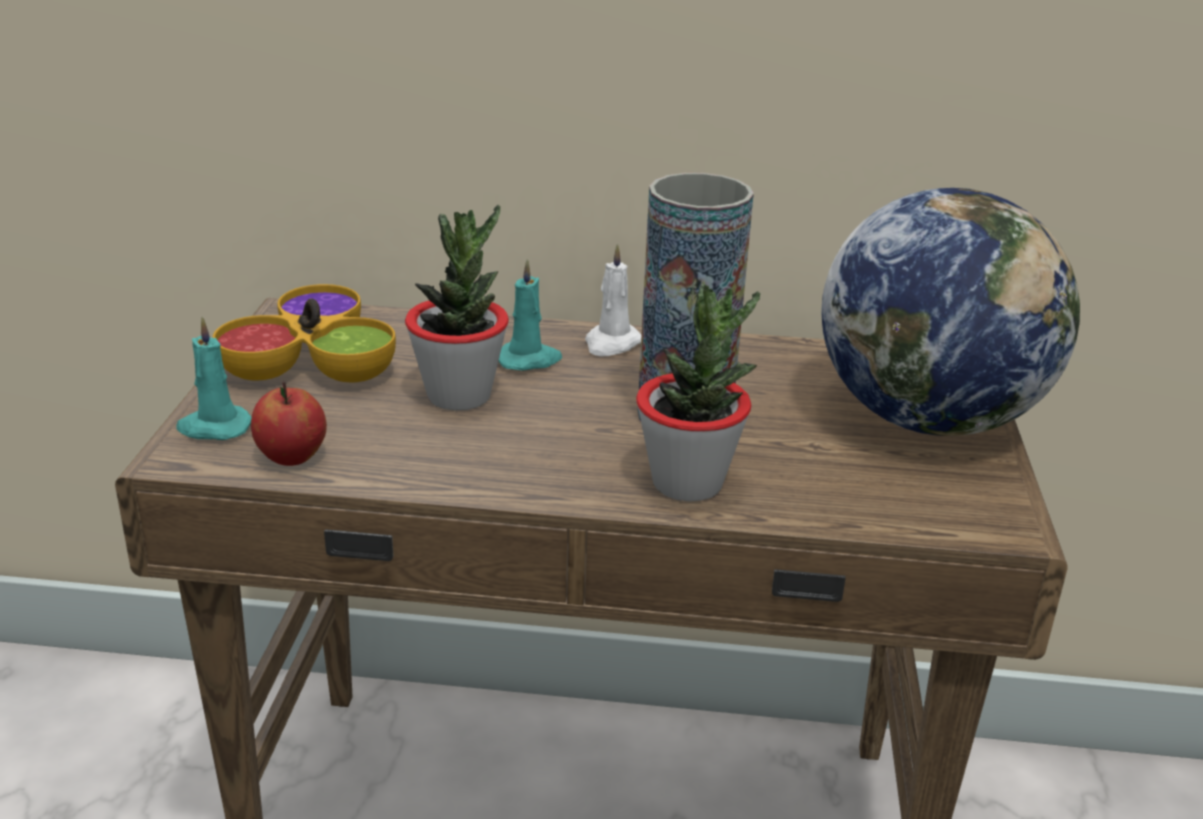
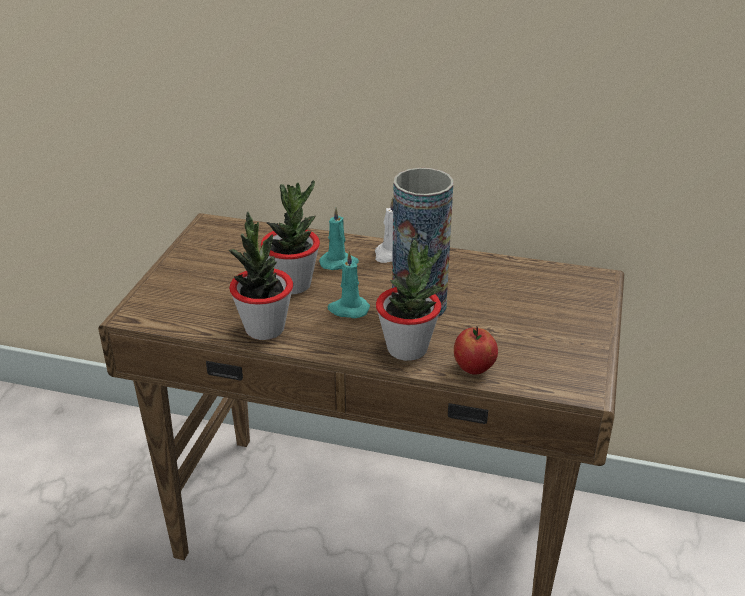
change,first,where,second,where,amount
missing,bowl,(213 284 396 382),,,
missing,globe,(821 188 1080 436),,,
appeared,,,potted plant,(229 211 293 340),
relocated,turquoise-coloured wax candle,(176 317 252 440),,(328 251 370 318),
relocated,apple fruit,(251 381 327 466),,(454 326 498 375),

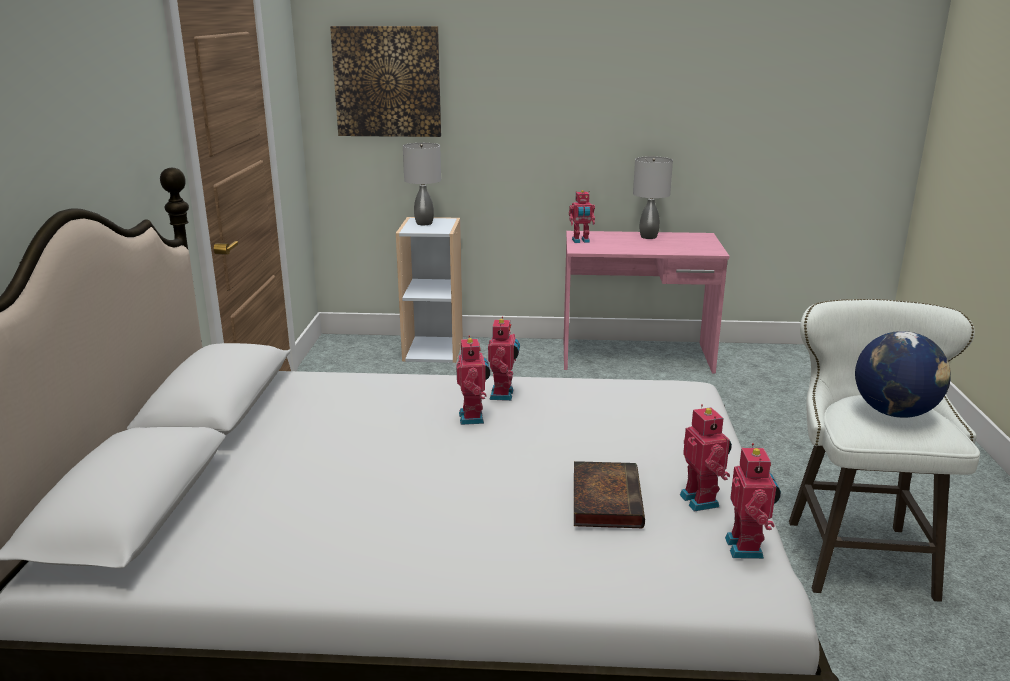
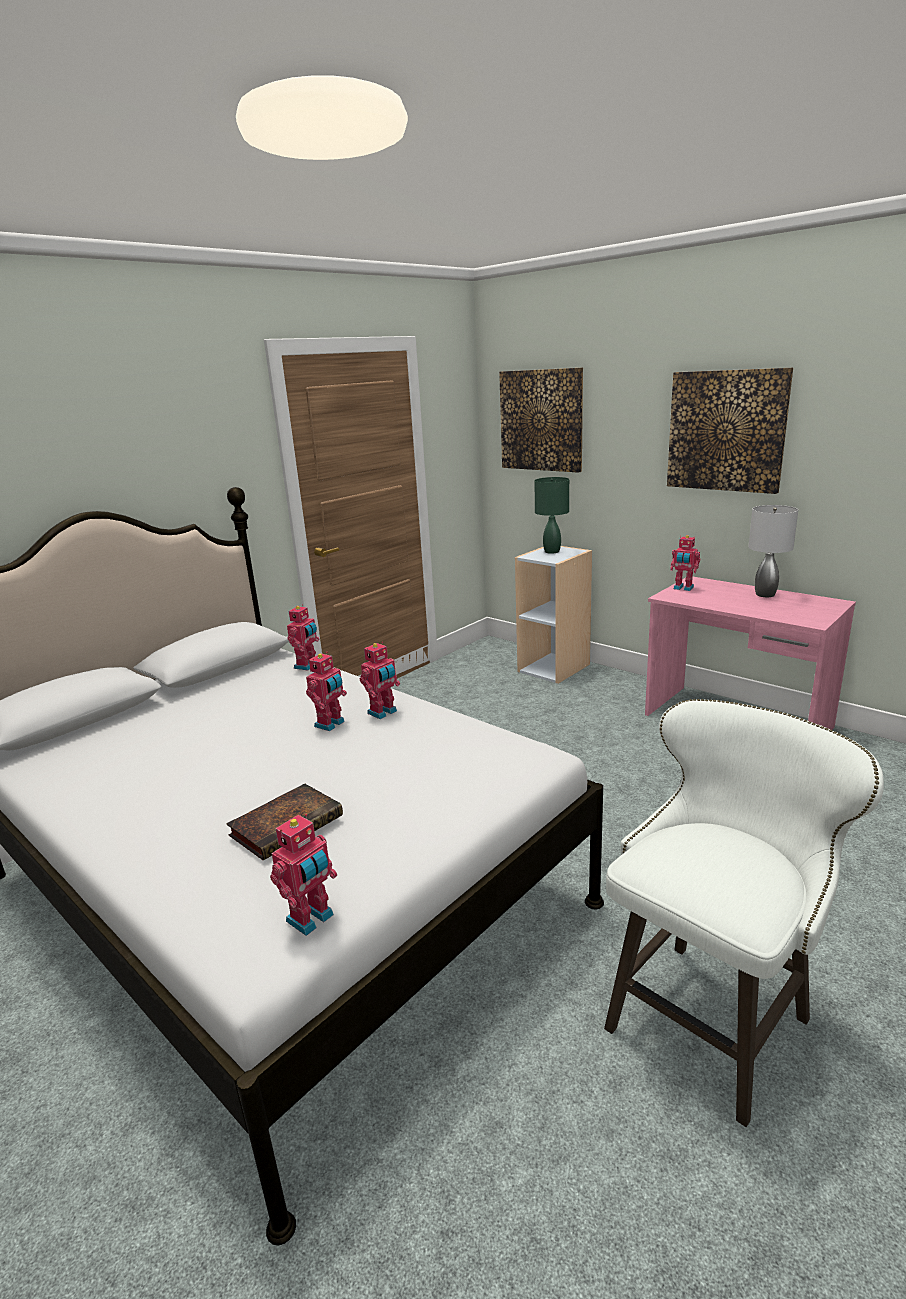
change,first,where,second,where,amount
missing,globe,(855 331 951 418),,,
appeared,,,wall picture,(667 368 793 494),
relocated,robot figure,(680 404 732 512),,(287 604 320 670),
colour,greyish tabletop lamp,(403 143 441 225),greenish tabletop lamp,(534 477 569 554),

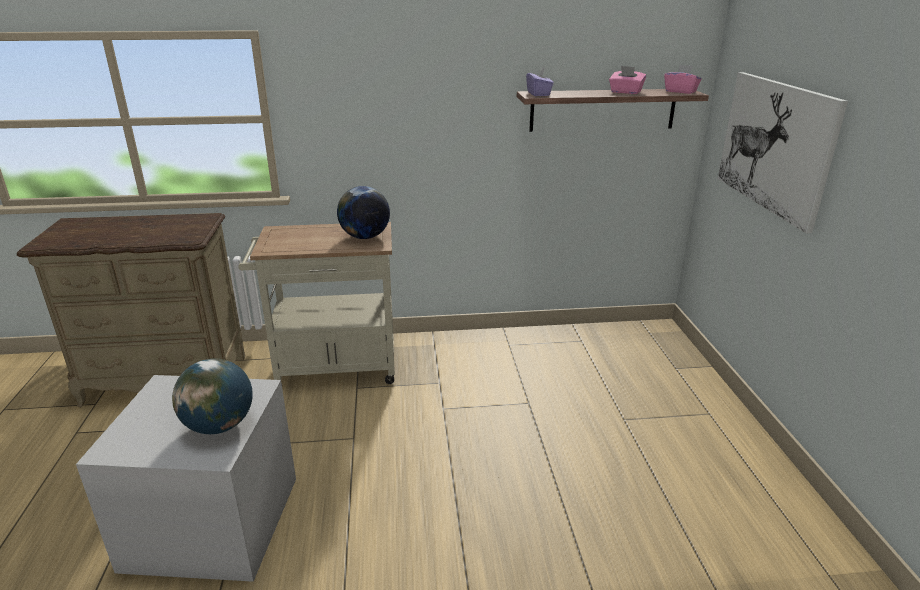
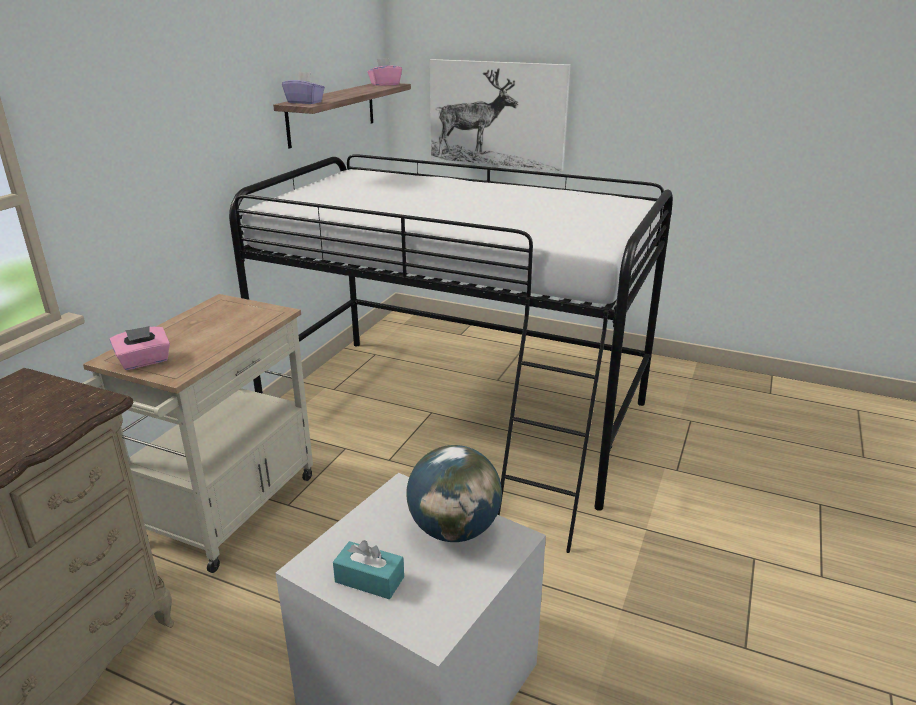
change,first,where,second,where,amount
missing,globe,(337 186 390 239),,,
appeared,,,black-coloured bed,(229 154 673 553),
appeared,,,turquoise-coloured box of tissues,(333 540 404 599),
relocated,pink-coloured box of tissues,(609 66 646 94),,(110 326 170 370),

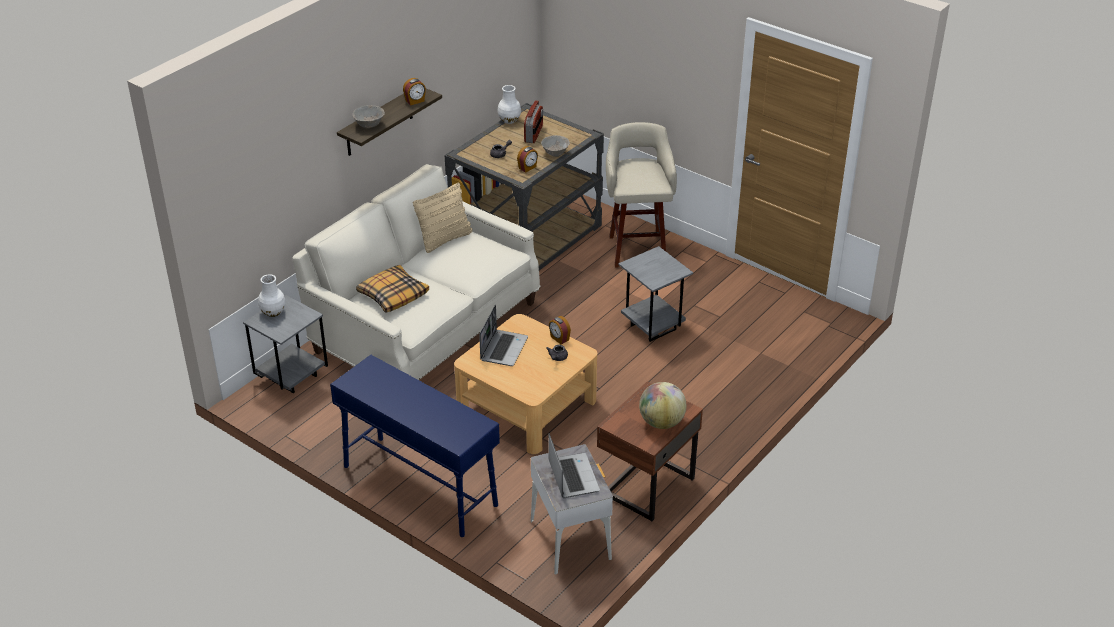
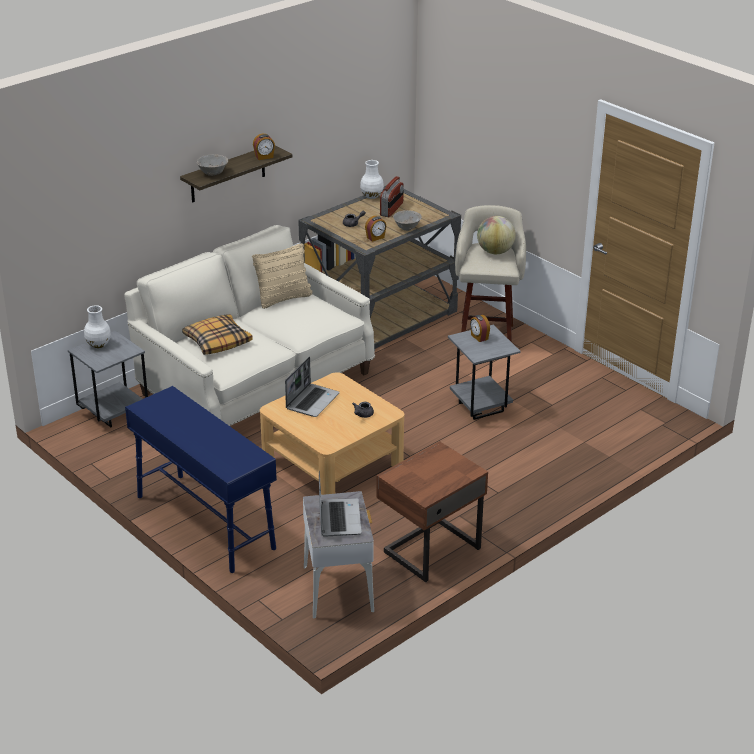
change,first,where,second,where,amount
relocated,table clock,(549 316 571 344),,(470 315 490 342),
relocated,globe,(639 382 687 429),,(477 216 516 254),

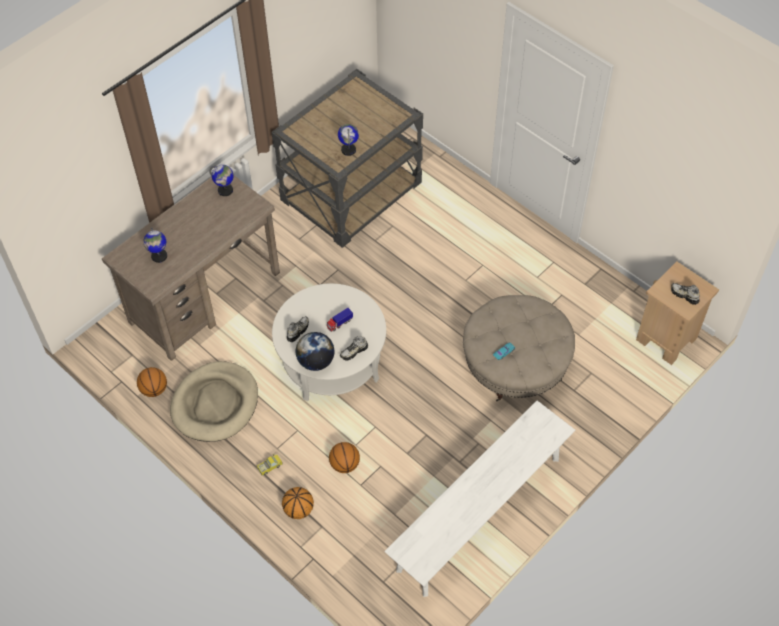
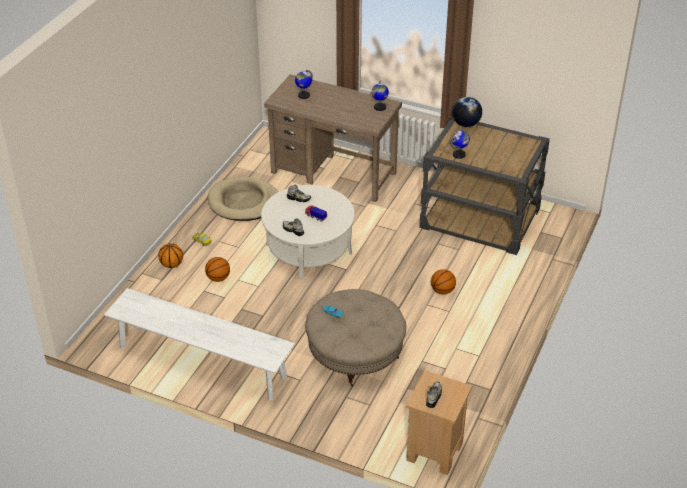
change,first,where,second,where,amount
relocated,basketball ball,(137 367 167 397),,(431 269 456 295),
relocated,globe,(296 332 334 371),,(452 97 482 127),

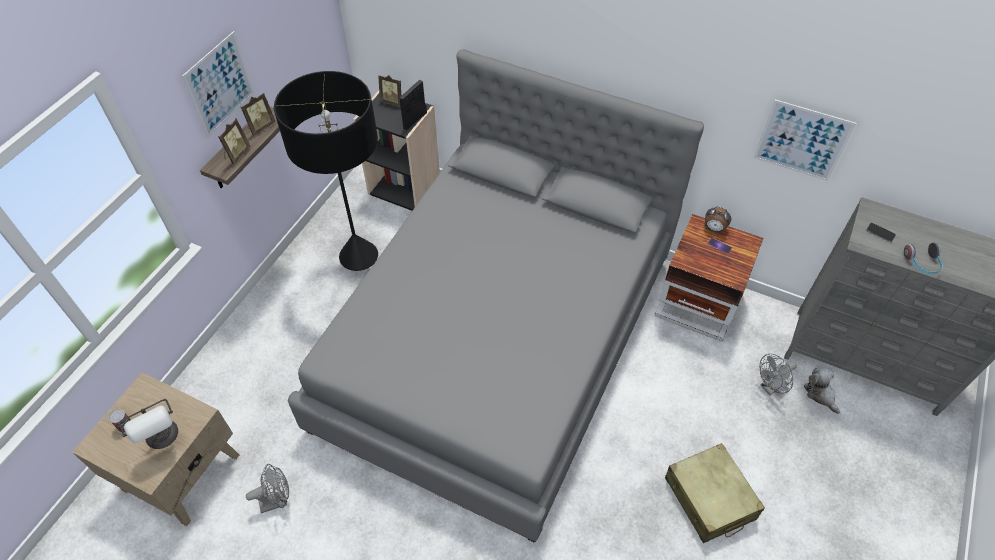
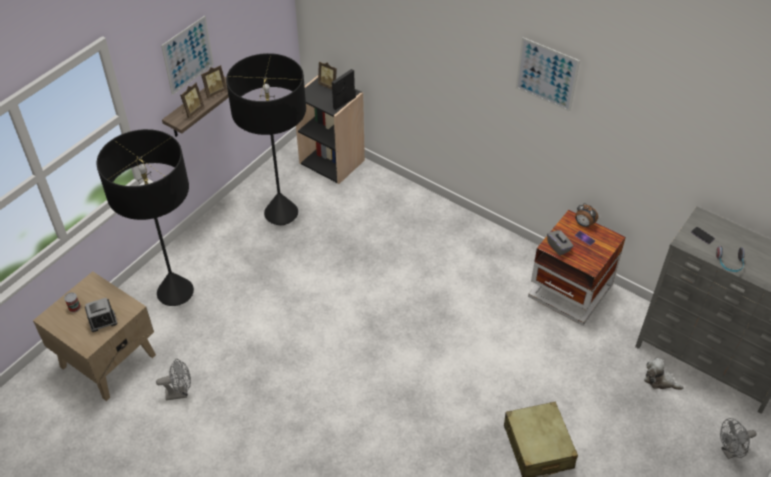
change,first,where,second,where,amount
missing,greyish bed,(288 49 704 543),,,
appeared,,,black-coloured standard lamp,(96 129 194 306),
appeared,,,greyish box of tissues,(547 230 573 256),
relocated,wall picture,(753 100 856 181),,(516 37 580 112),
relocated,greyish electric fan,(760 354 797 395),,(720 418 757 459),
exchanged,tabletop lamp,(119 399 178 449),table clock,(85 298 118 332),
spun,plush toy,(804 368 840 414),,(644 358 684 390),45 degrees counterclockwise

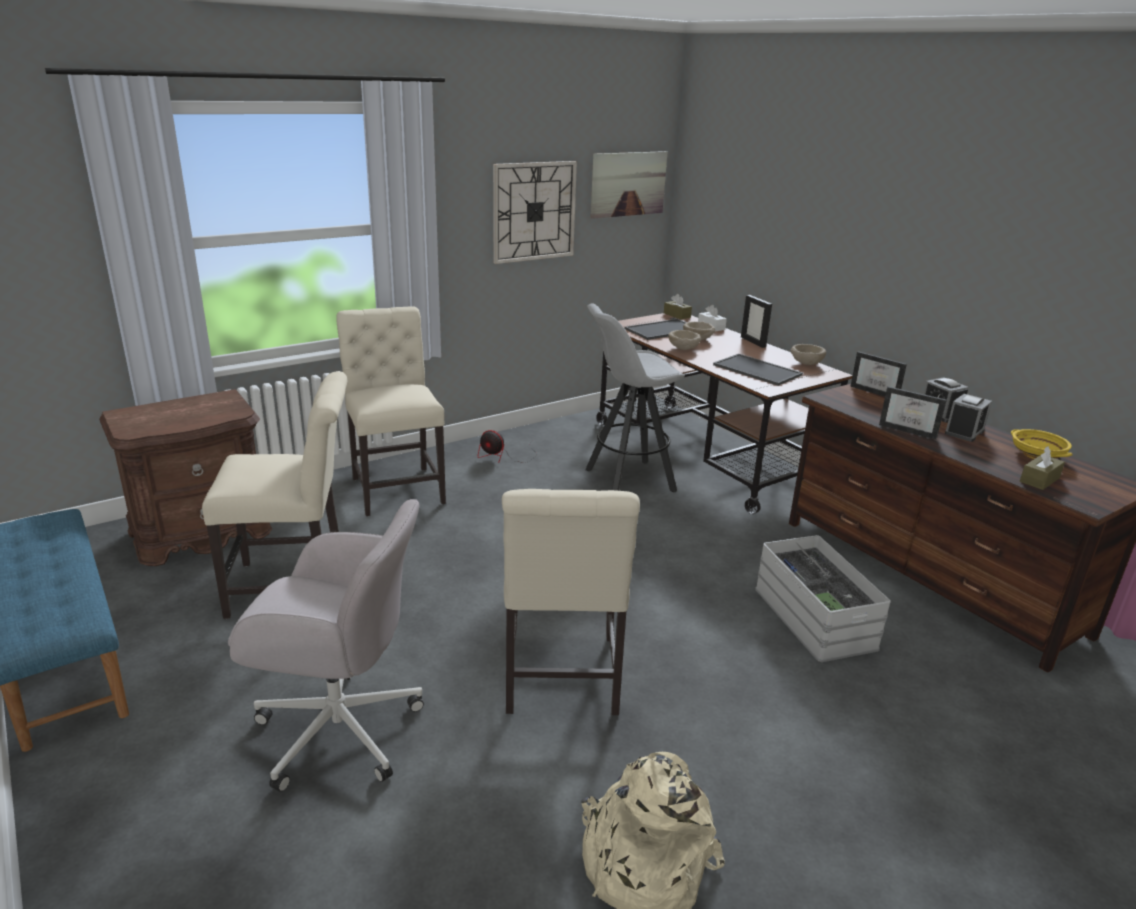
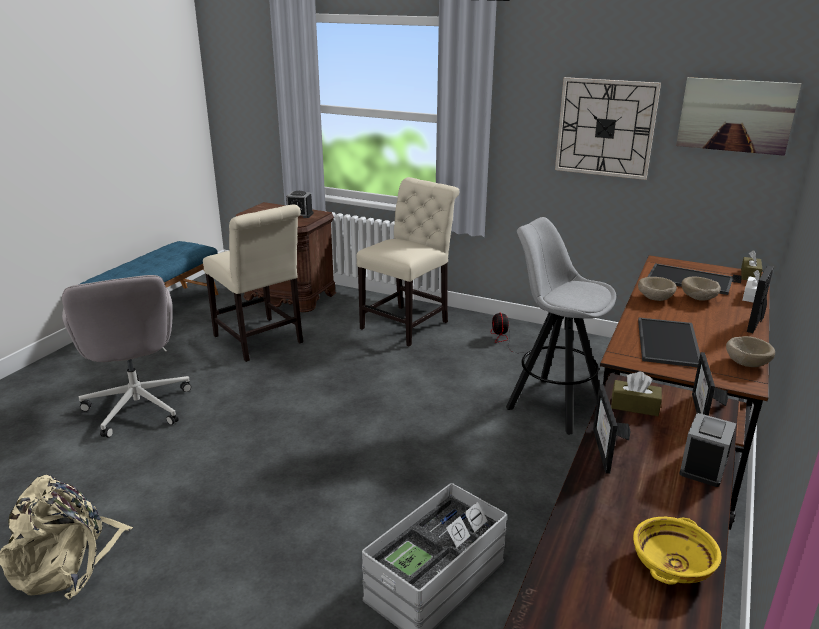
change,first,where,second,where,amount
missing,beige-coloured plain chair,(502 489 640 715),,,
relocated,table clock,(945 394 992 442),,(286 191 313 218),
relocated,brownish box of tissues,(1020 446 1065 490),,(611 372 662 416),

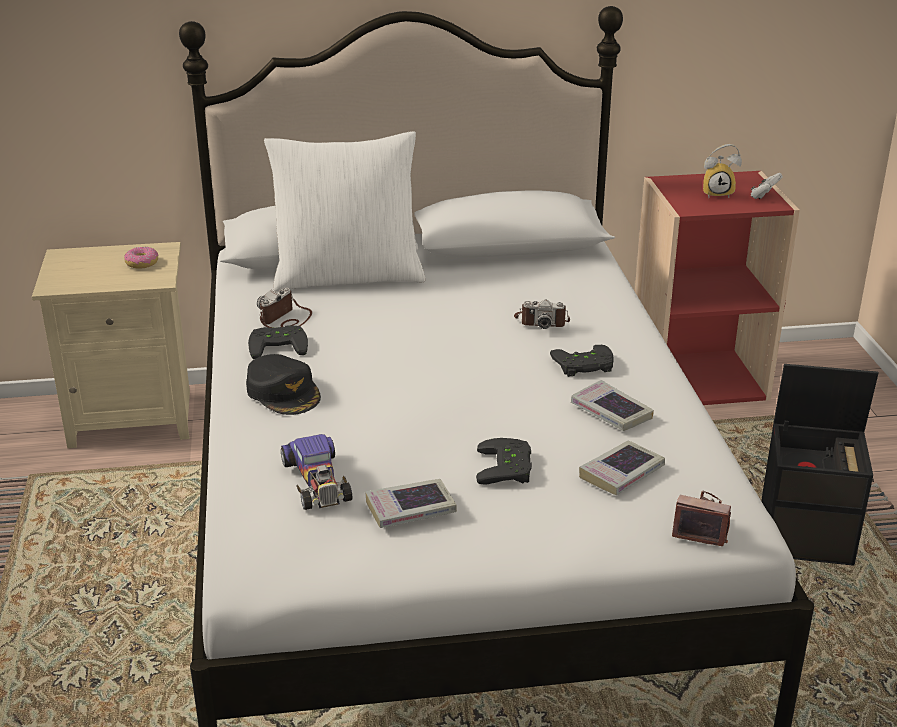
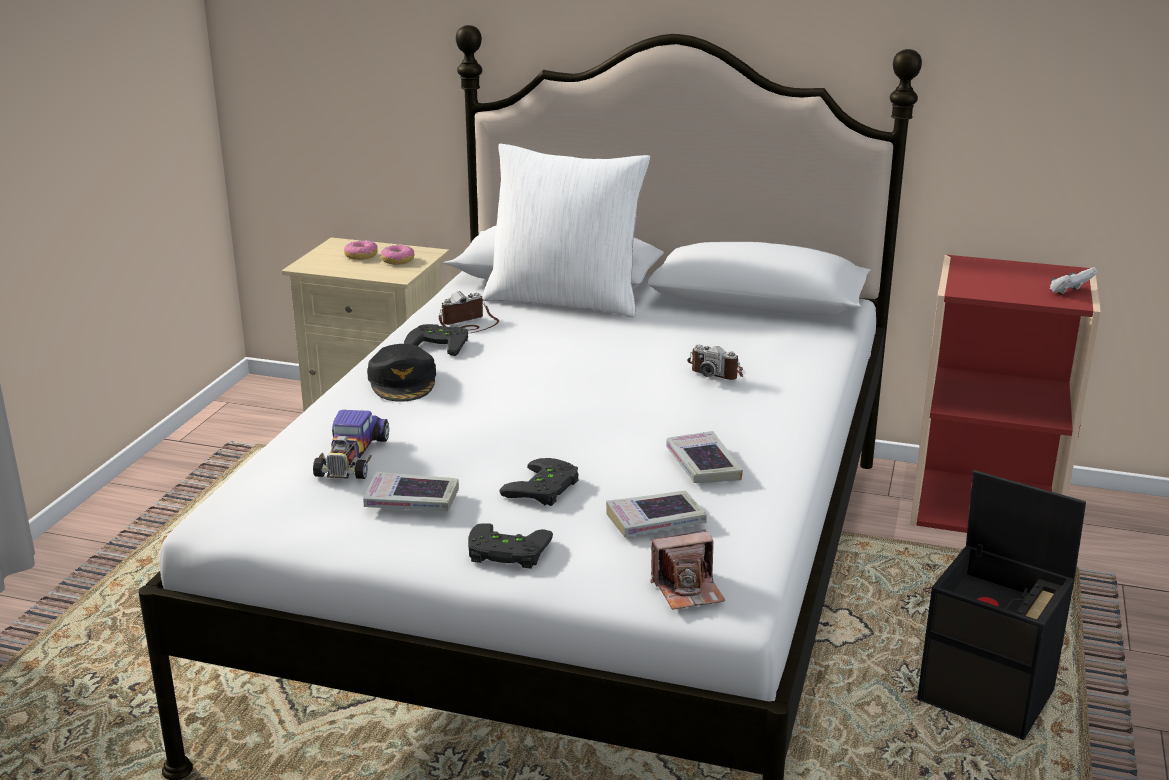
change,first,where,second,where,amount
missing,table clock,(703 144 742 198),,,
appeared,,,ring doughnut,(344 240 378 260),
relocated,black-coloured game controller,(550 345 614 377),,(468 523 553 569),
spun,still camera,(672 490 731 546),,(651 529 725 610),120 degrees clockwise

